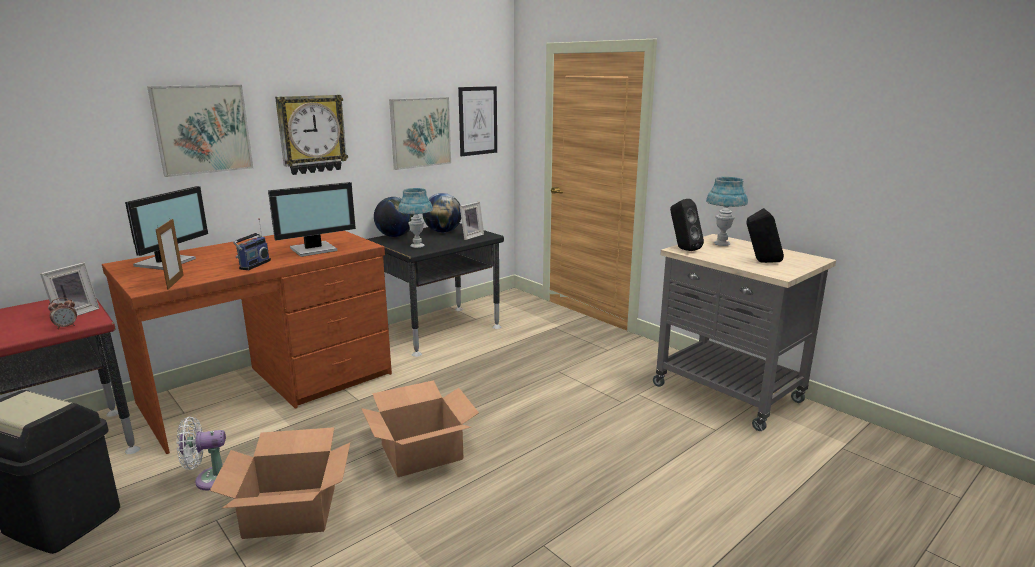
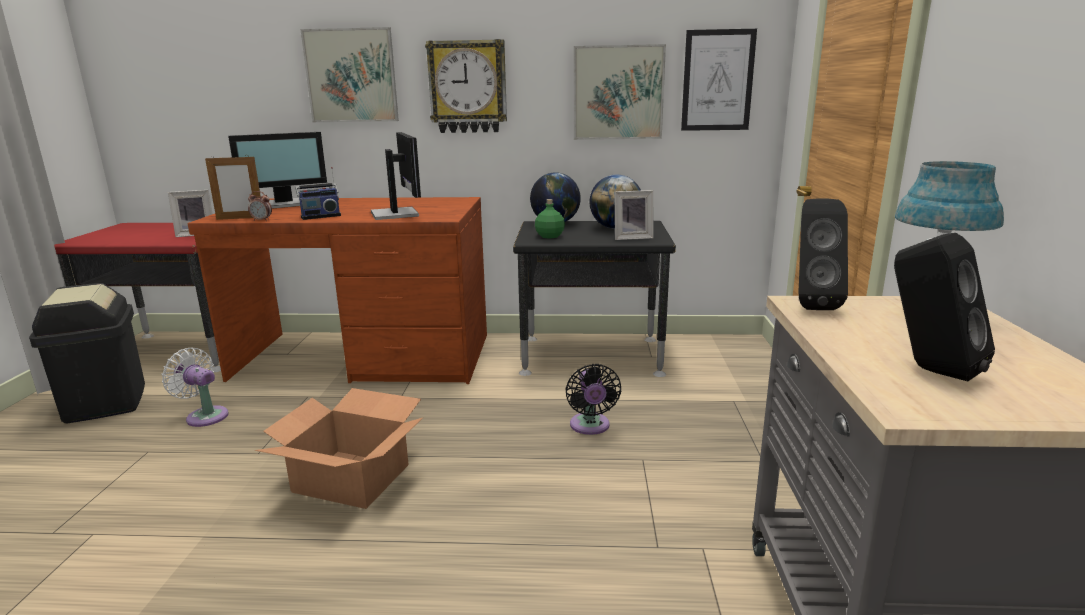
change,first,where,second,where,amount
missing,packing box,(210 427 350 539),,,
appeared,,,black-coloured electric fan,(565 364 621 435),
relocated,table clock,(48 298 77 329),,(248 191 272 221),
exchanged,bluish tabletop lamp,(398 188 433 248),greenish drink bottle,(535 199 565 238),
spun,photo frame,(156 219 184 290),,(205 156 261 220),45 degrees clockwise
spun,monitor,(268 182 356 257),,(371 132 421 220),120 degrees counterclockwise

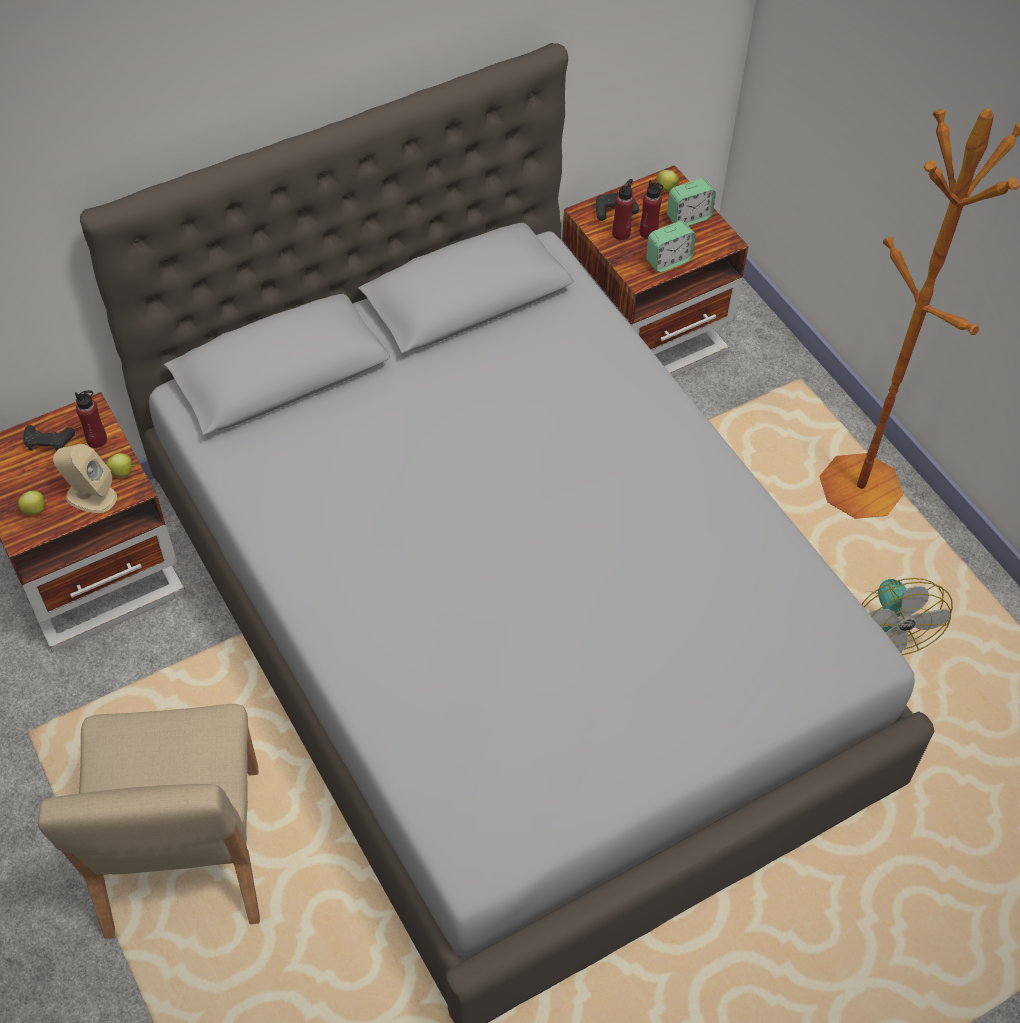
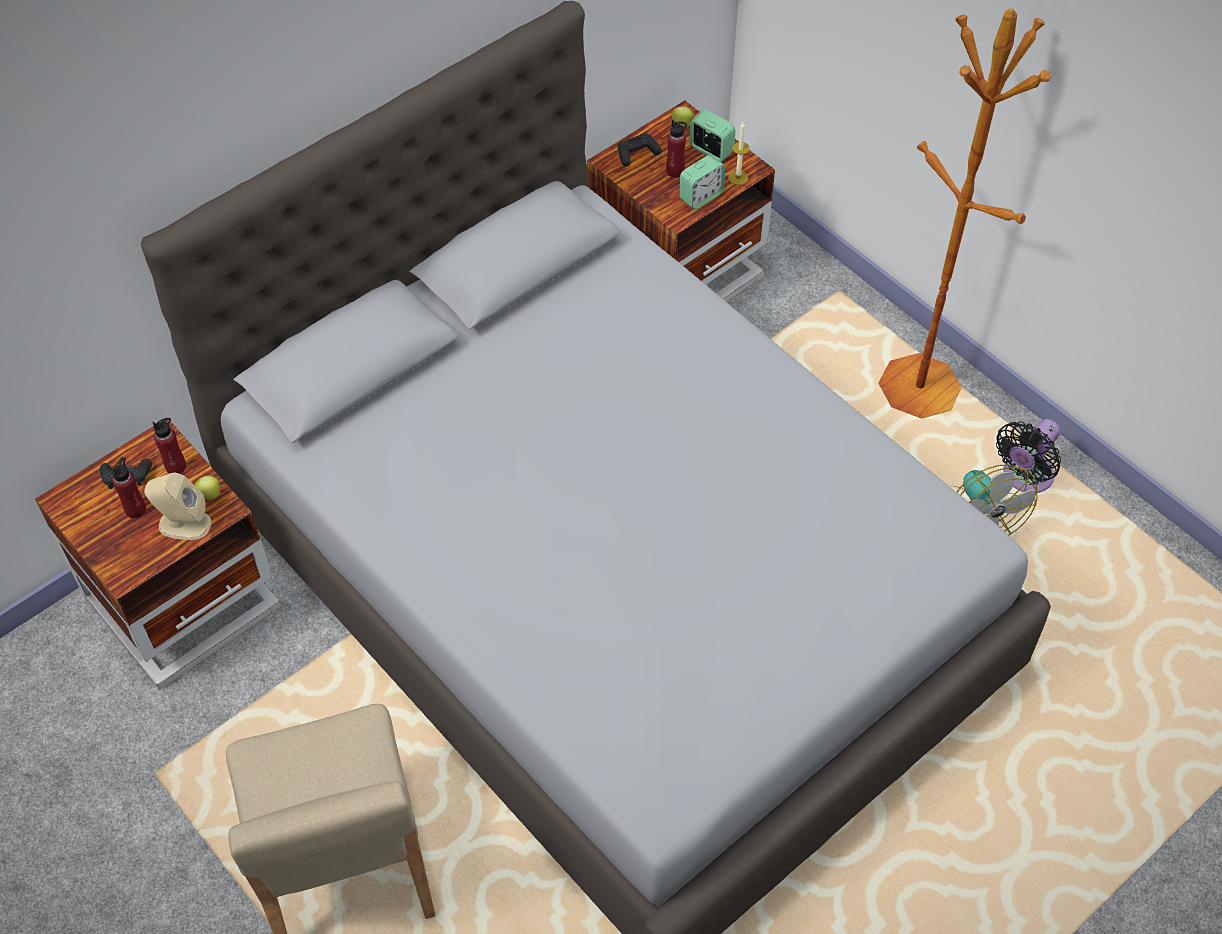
change,first,where,second,where,amount
missing,apple fruit,(18 490 48 515),,,
appeared,,,wax candle,(728 123 750 185),
appeared,,,black-coloured electric fan,(996 419 1061 493),
relocated,red-coloured drink bottle,(612 179 634 240),,(112 457 146 518),
spun,table clock,(667 178 716 226),,(690 109 735 162),105 degrees counterclockwise

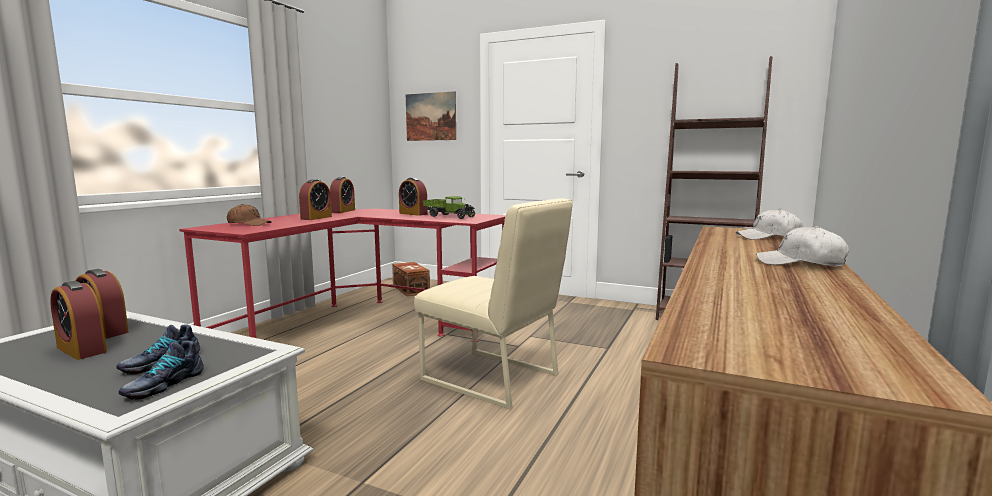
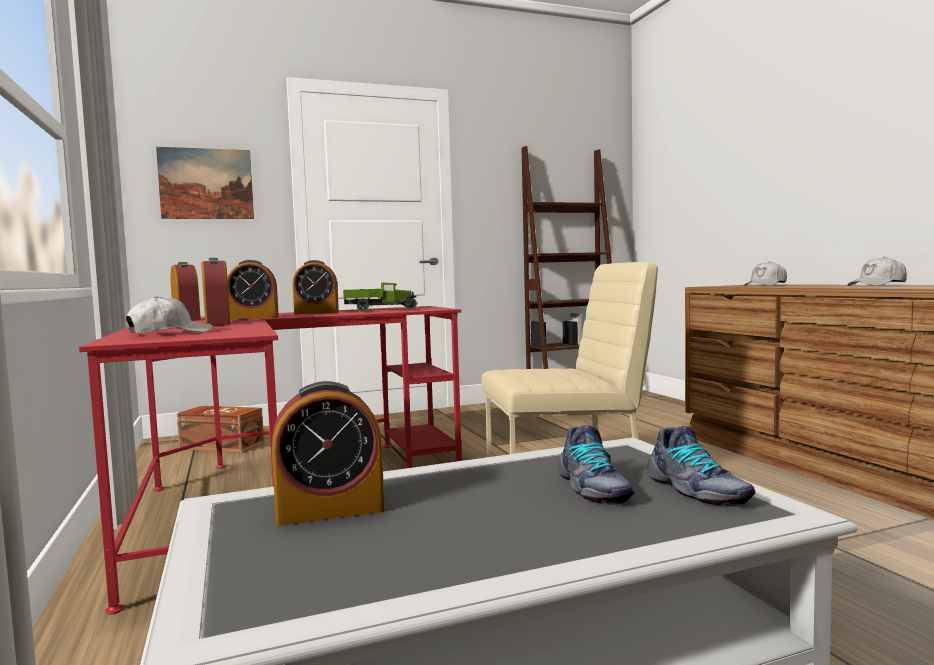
change,first,where,second,where,amount
relocated,table clock,(50 281 107 360),,(227 260 279 320),
colour,brownish baseball cap,(227 204 271 226),white baseball cap,(126 296 212 333),

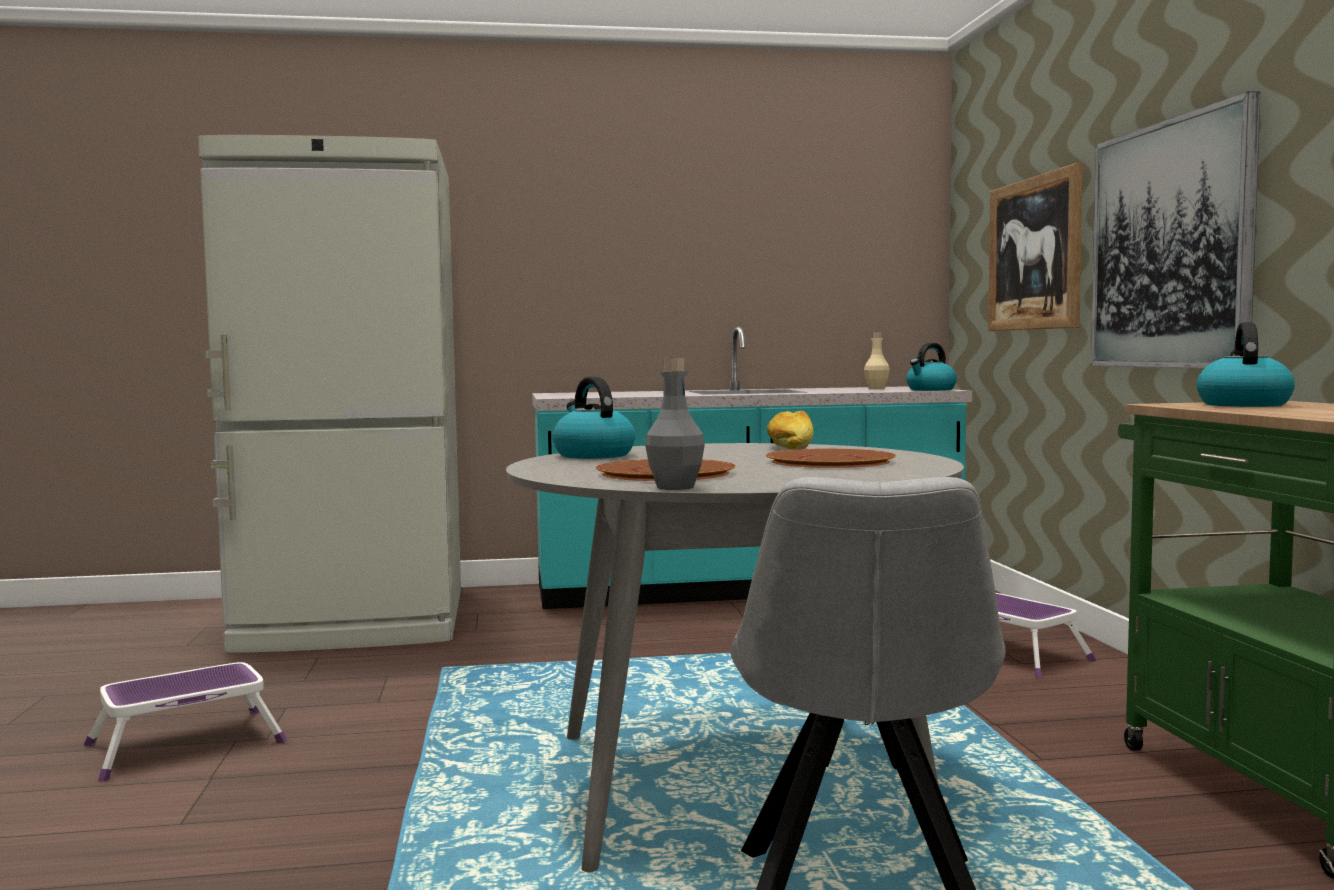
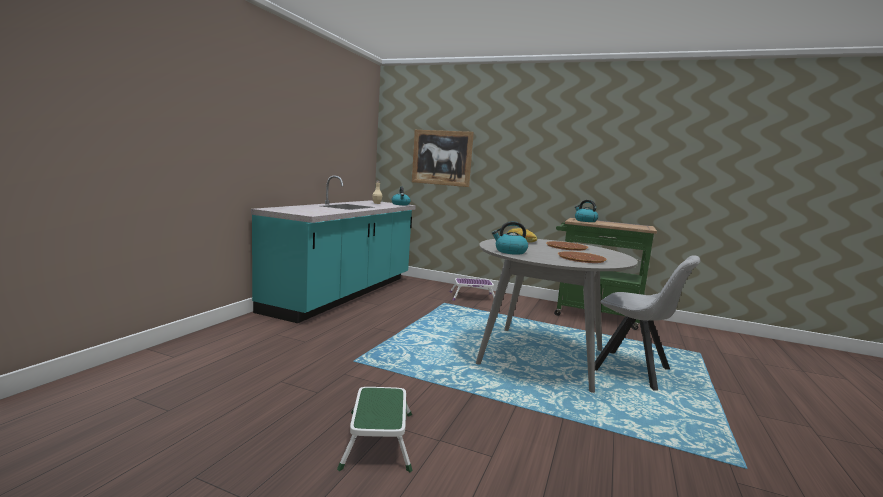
change,first,where,second,where,amount
missing,white refrigerator,(198 135 461 653),,,
missing,greyish drink bottle,(645 357 705 490),,,
missing,wall picture,(1091 91 1261 369),,,
colour,purple step ladder,(84 662 287 781),greenish step ladder,(337 387 412 472),

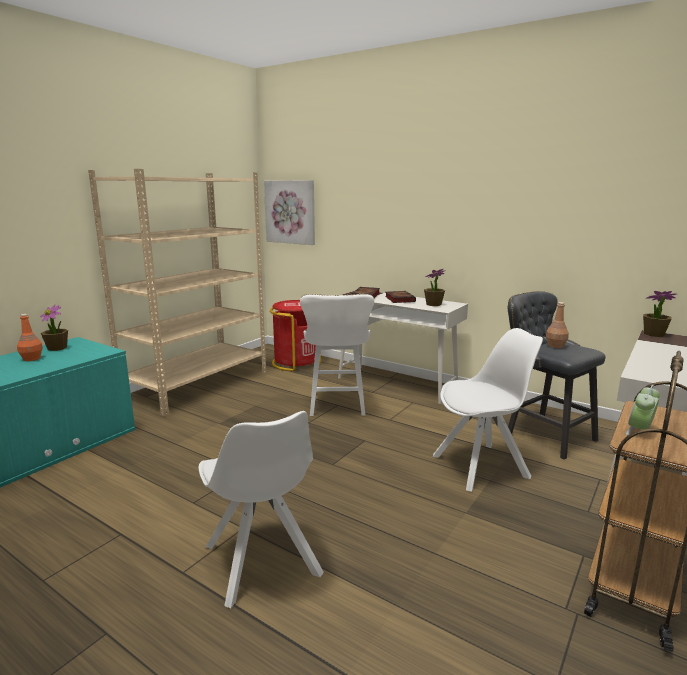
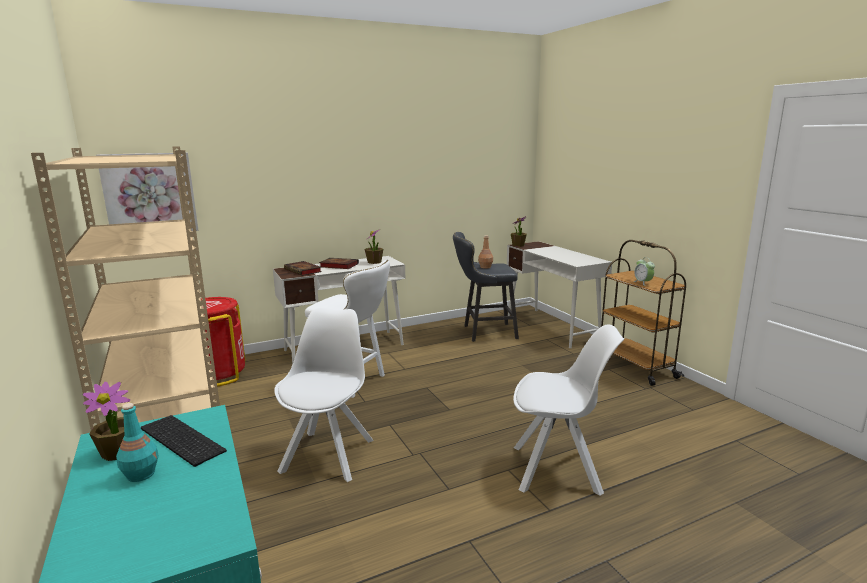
change,first,where,second,where,amount
appeared,,,computer keyboard,(141 415 227 467),
relocated,white plain chair,(433 328 543 492),,(274 308 373 482),
colour,orangey drink bottle,(17 314 43 361),turquoise-coloured drink bottle,(116 403 159 482),

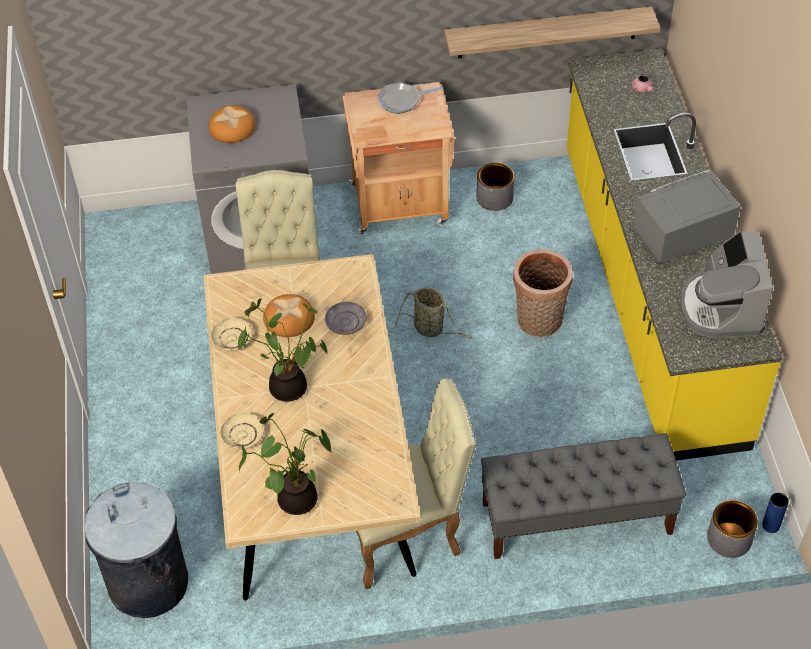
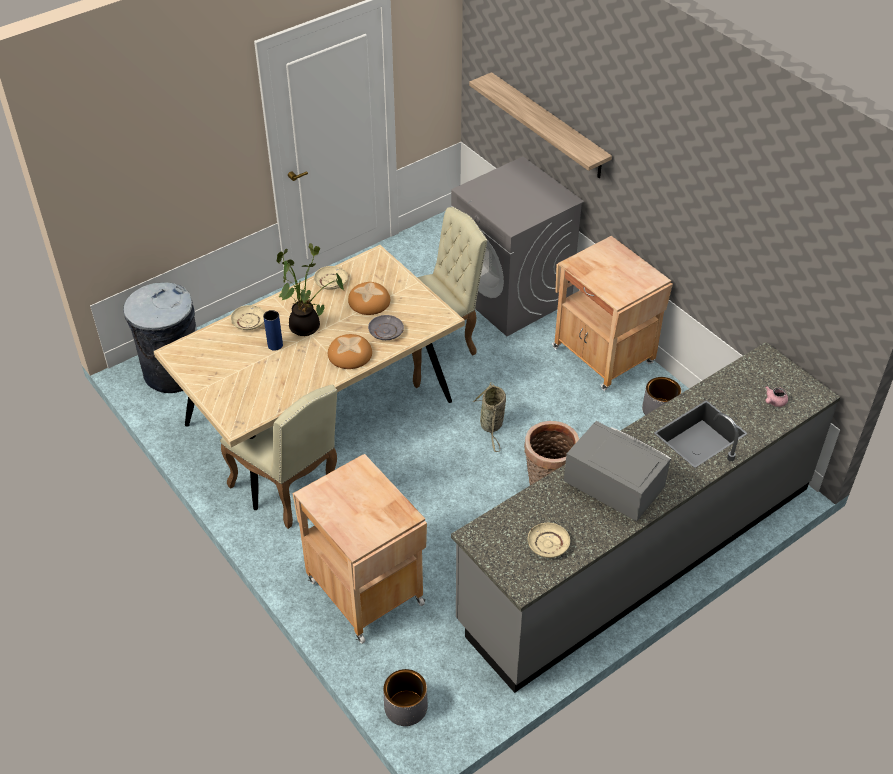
change,first,where,second,where,amount
missing,potted plant,(239 413 332 515),,,
missing,frying pan,(377 82 443 114),,,
relocated,bakery bread,(208 105 255 143),,(328 334 372 369),
relocated,bracket shelf,(444 7 660 58),,(469 72 612 178),
relocated,bluish decorative vase,(762 492 789 533),,(263 310 283 351),
exchanged,greyish indoor bench,(481 433 686 559),brownish cart,(292 454 427 644),
exchanged,coffee maker,(680 231 773 338),beige-coloured dinner plate,(528 523 570 558),
colour,yellow kitchen base unit,(567 49 782 461),greyish kitchen base unit,(451 342 840 693),

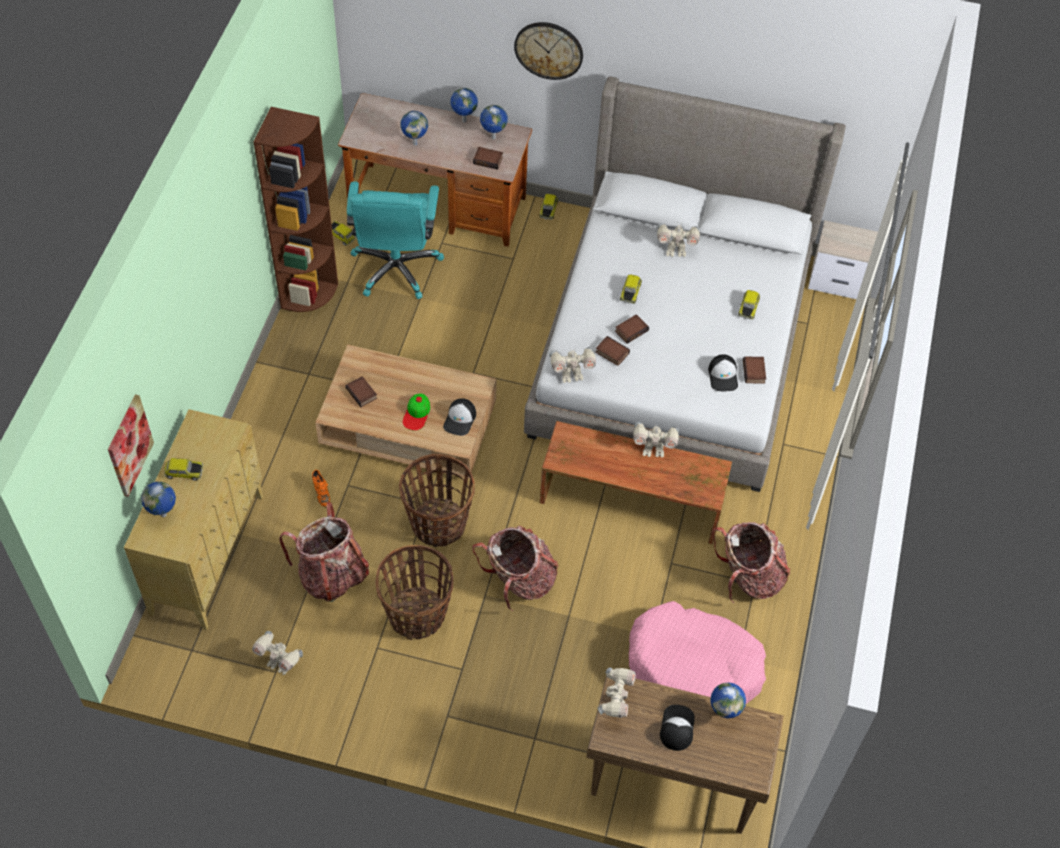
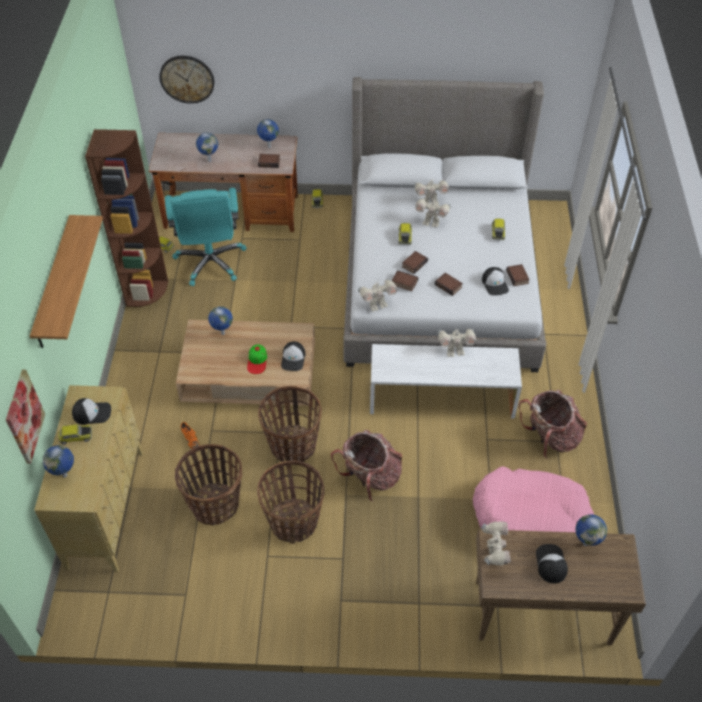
change,first,where,second,where,amount
missing,bedside table,(808 220 878 299),,,
appeared,,,bracket shelf,(30 215 103 348),
appeared,,,baseball cap,(72 398 111 425),
relocated,robot figure,(252 631 303 675),,(415 198 451 227),
relocated,volume,(345 376 377 407),,(435 273 463 296),
relocated,globe,(451 88 478 123),,(208 306 233 335),
relocated,clock on the wall,(514 22 583 80),,(159 56 214 104),
exchanged,rucksack,(280 502 369 602),basket,(175 444 242 525),
colour,brownish indoor bench,(540 421 732 544),white indoor bench,(370 344 522 419),

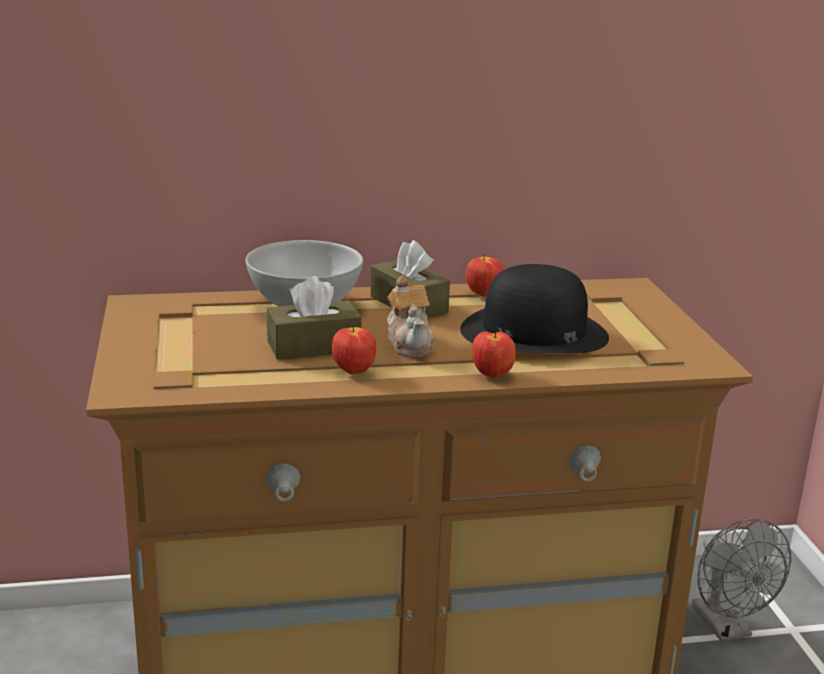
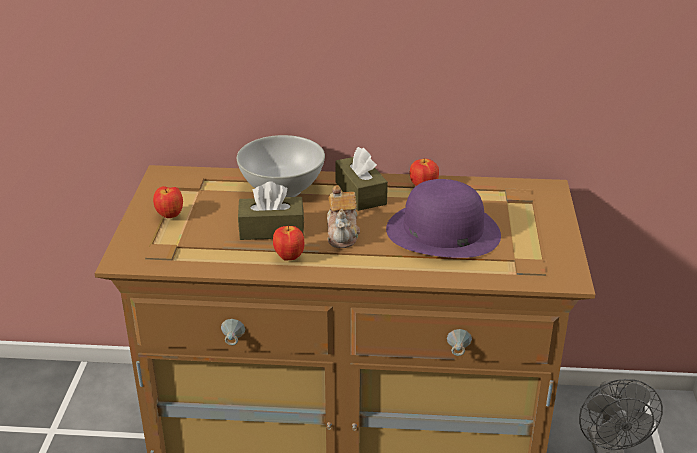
change,first,where,second,where,amount
relocated,apple fruit,(472 331 516 378),,(153 186 183 218),
colour,black-coloured clothing hat,(460 264 609 354),purple clothing hat,(386 179 501 258),

